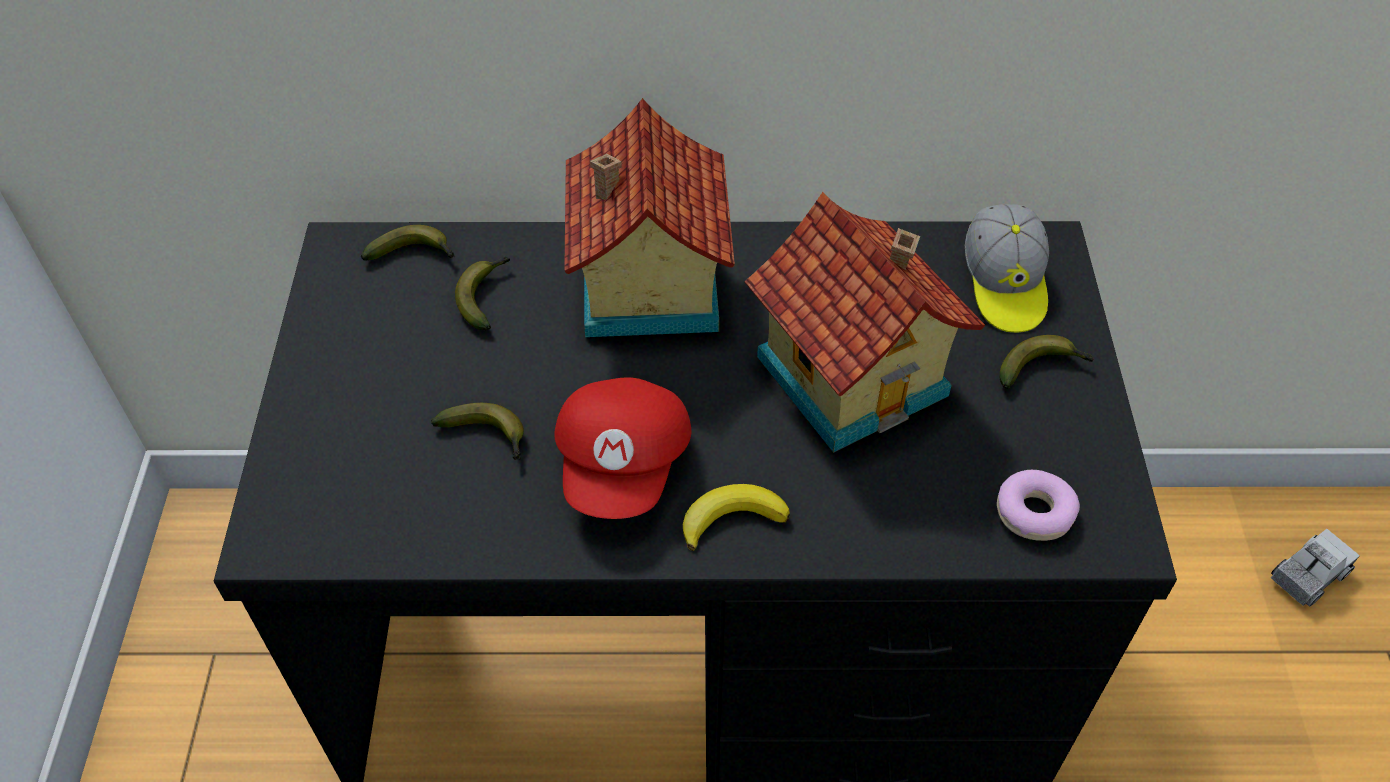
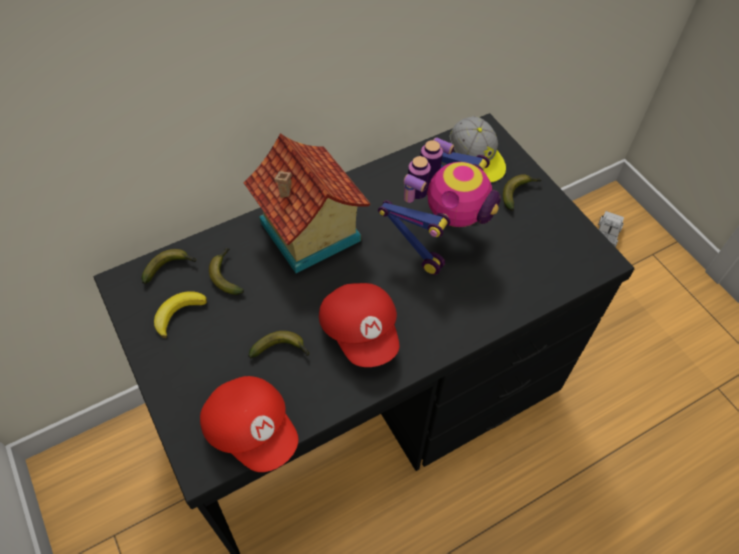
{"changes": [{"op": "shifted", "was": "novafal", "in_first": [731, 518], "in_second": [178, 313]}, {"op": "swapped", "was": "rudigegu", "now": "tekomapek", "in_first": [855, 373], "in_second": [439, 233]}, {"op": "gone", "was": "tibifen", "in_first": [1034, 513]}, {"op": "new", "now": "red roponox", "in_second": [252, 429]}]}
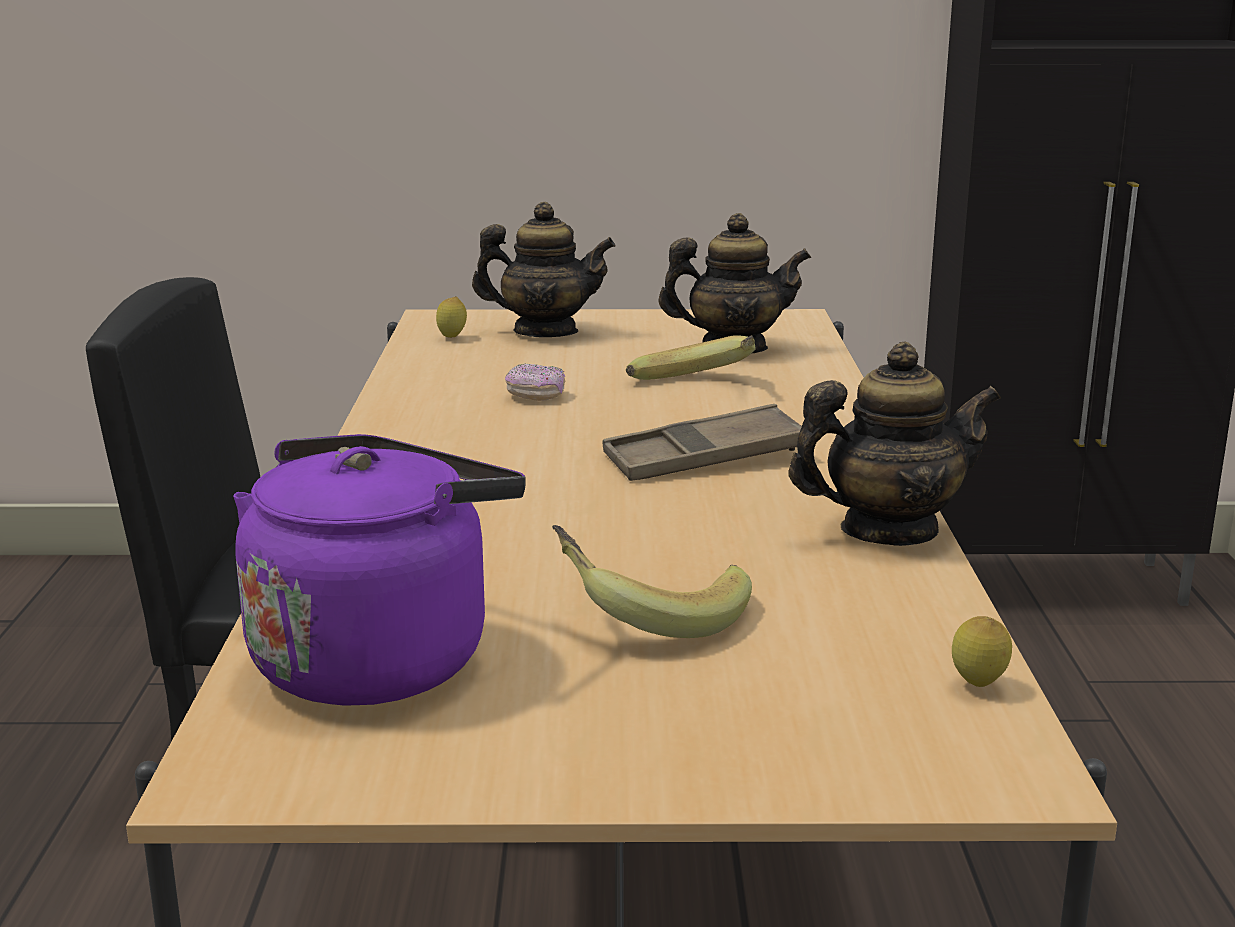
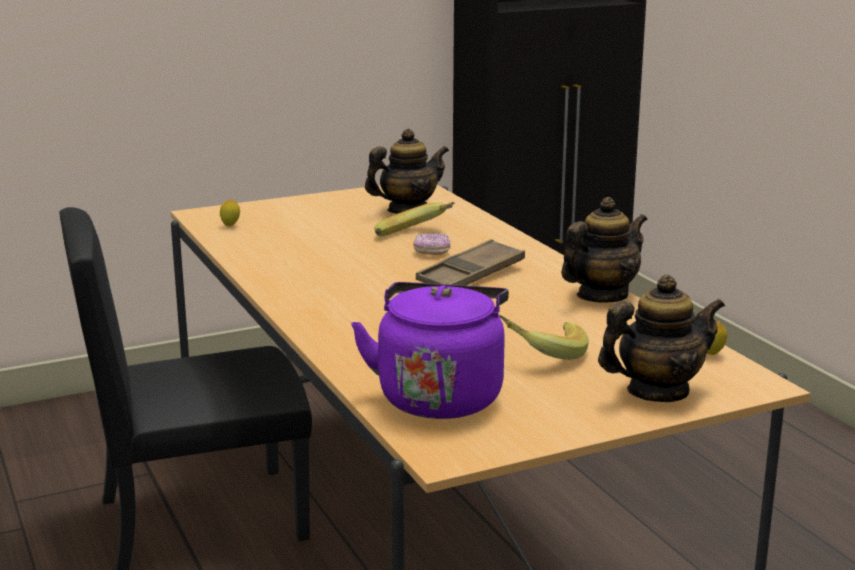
{"changes": [{"op": "shifted", "was": "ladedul", "in_first": [545, 332], "in_second": [657, 391]}, {"op": "shifted", "was": "tibifen", "in_first": [535, 396], "in_second": [431, 252]}]}
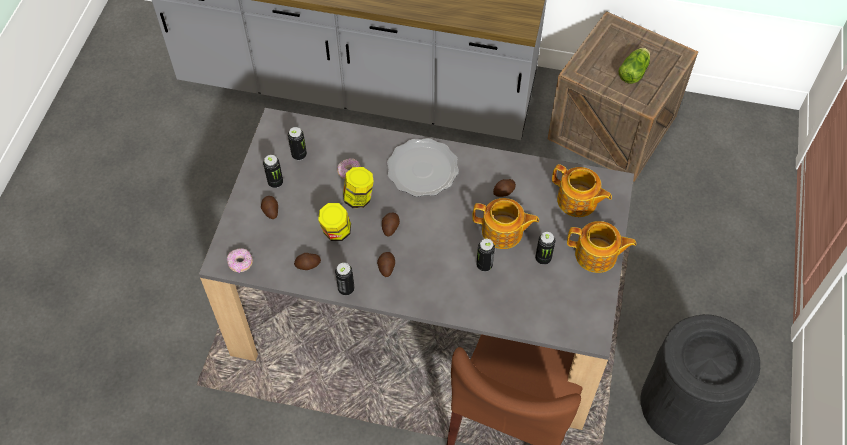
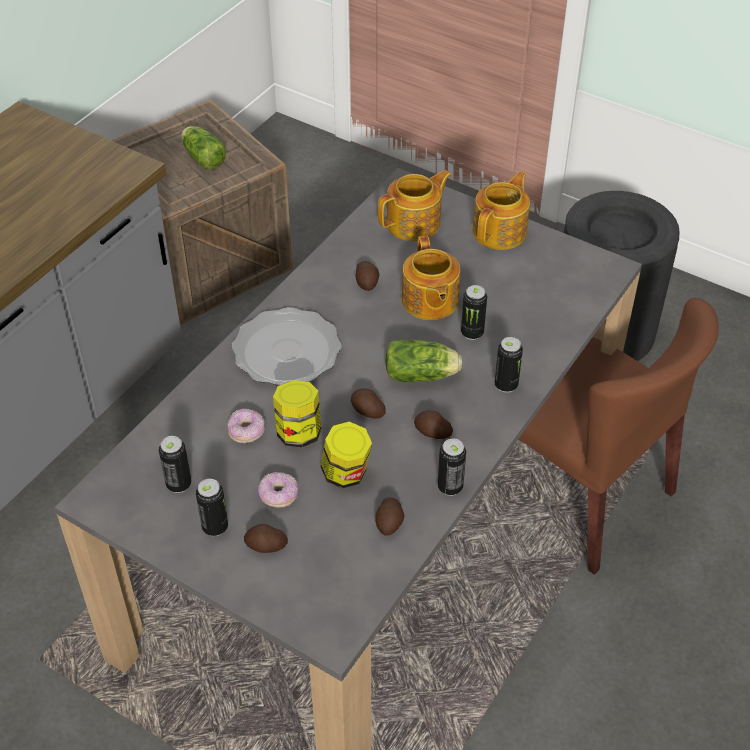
{"changes": [{"op": "shifted", "was": "tibifen", "in_first": [240, 263], "in_second": [278, 495]}, {"op": "rotated", "was": "ladedul", "in_first": [503, 232], "in_second": [429, 301], "clockwise": 135}, {"op": "shifted", "was": "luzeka", "in_first": [543, 258], "in_second": [506, 385]}, {"op": "new", "now": "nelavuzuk", "in_second": [423, 375]}]}
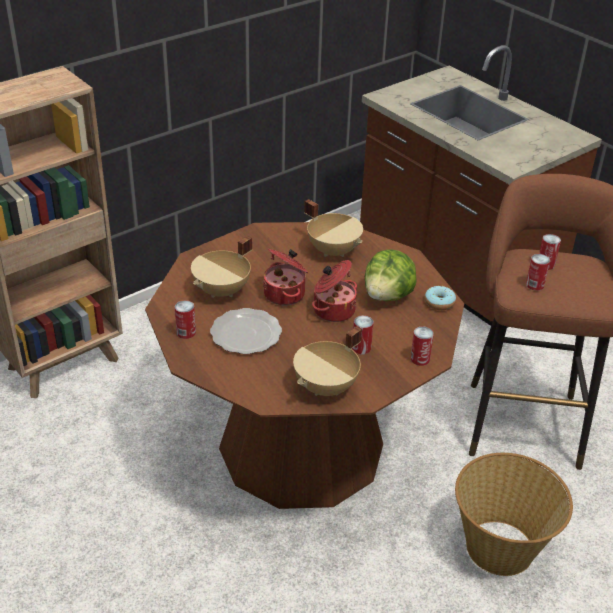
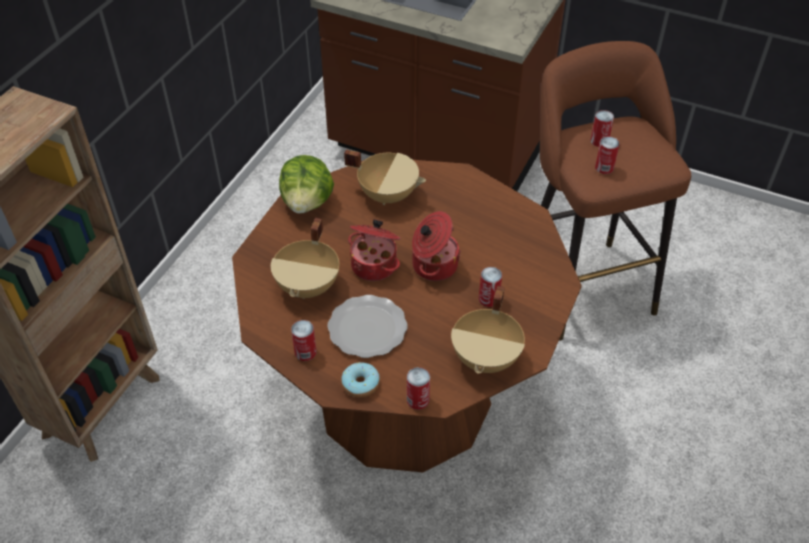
{"changes": [{"op": "shifted", "was": "nelavuzuk", "in_first": [388, 296], "in_second": [307, 203]}, {"op": "shifted", "was": "luzeka", "in_first": [420, 359], "in_second": [418, 400]}, {"op": "shifted", "was": "tibifen", "in_first": [439, 303], "in_second": [360, 384]}, {"op": "gone", "was": "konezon", "in_first": [500, 547]}]}
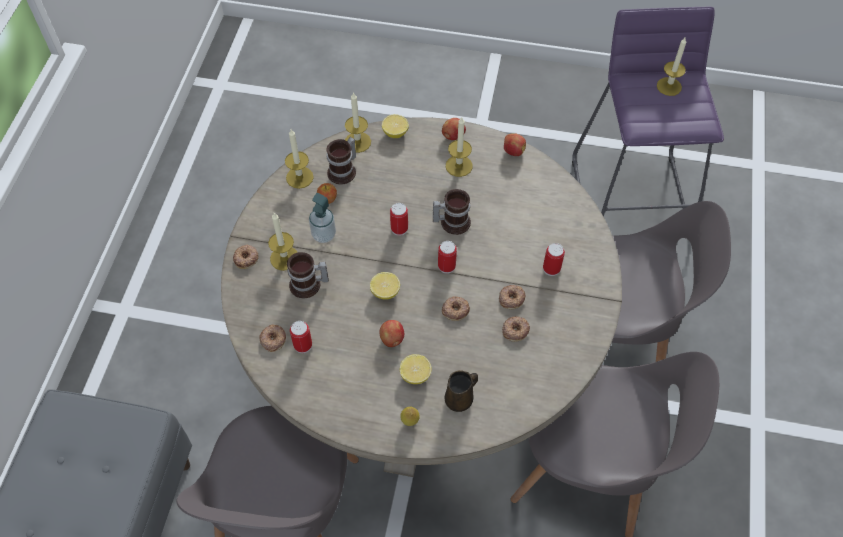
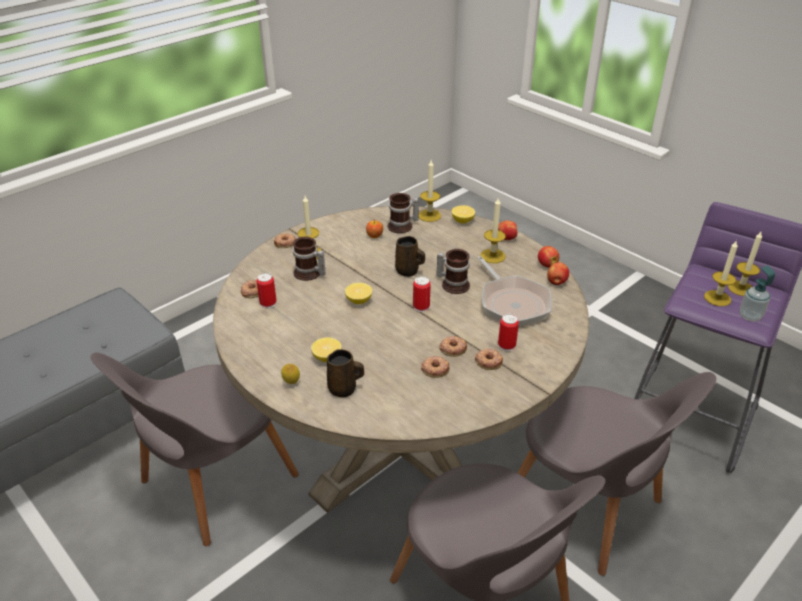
{"changes": [{"op": "shifted", "was": "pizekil", "in_first": [299, 177], "in_second": [717, 298]}, {"op": "shifted", "was": "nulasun", "in_first": [324, 235], "in_second": [750, 316]}, {"op": "shifted", "was": "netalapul", "in_first": [392, 339], "in_second": [556, 282]}, {"op": "swapped", "was": "luzeka", "now": "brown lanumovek", "in_first": [399, 228], "in_second": [408, 271]}, {"op": "shifted", "was": "tibifen", "in_first": [455, 310], "in_second": [488, 361]}, {"op": "new", "now": "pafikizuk", "in_second": [512, 302]}]}
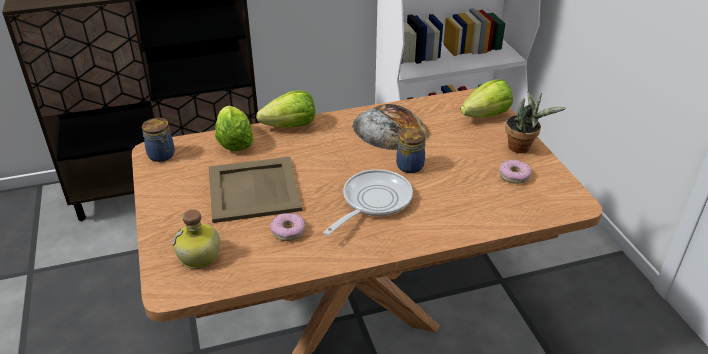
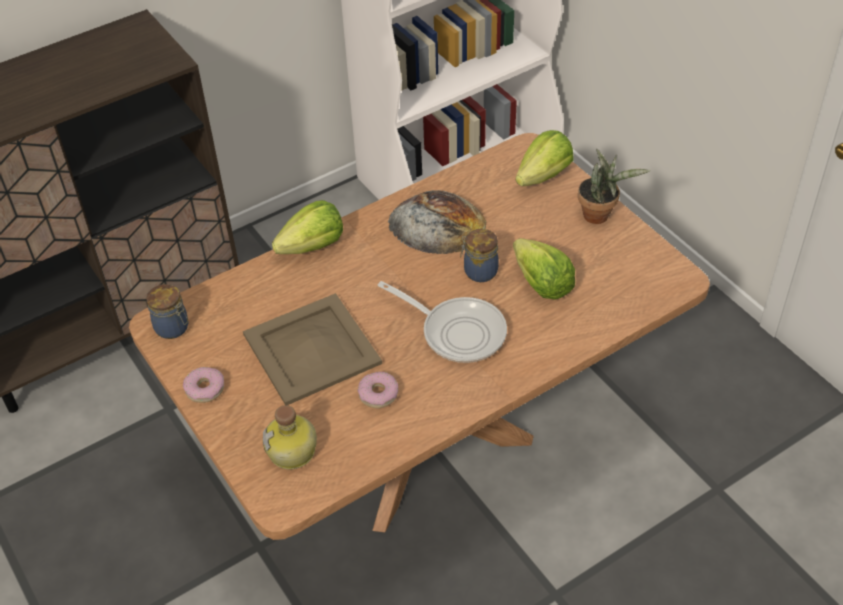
{"changes": [{"op": "shifted", "was": "nelavuzuk", "in_first": [234, 142], "in_second": [541, 284]}, {"op": "rotated", "was": "pafikizuk", "in_first": [373, 202], "in_second": [457, 331], "clockwise": 105}, {"op": "shifted", "was": "tibifen", "in_first": [514, 175], "in_second": [205, 389]}]}
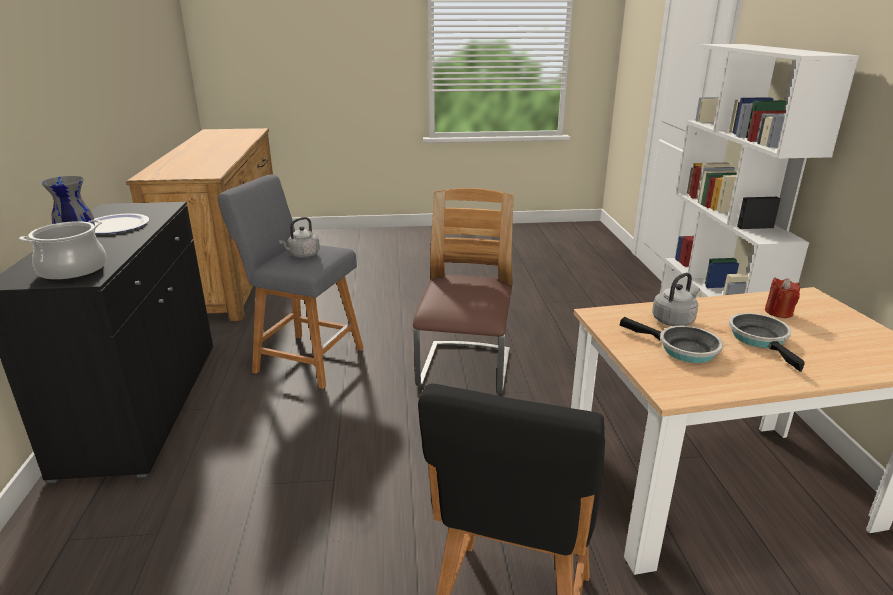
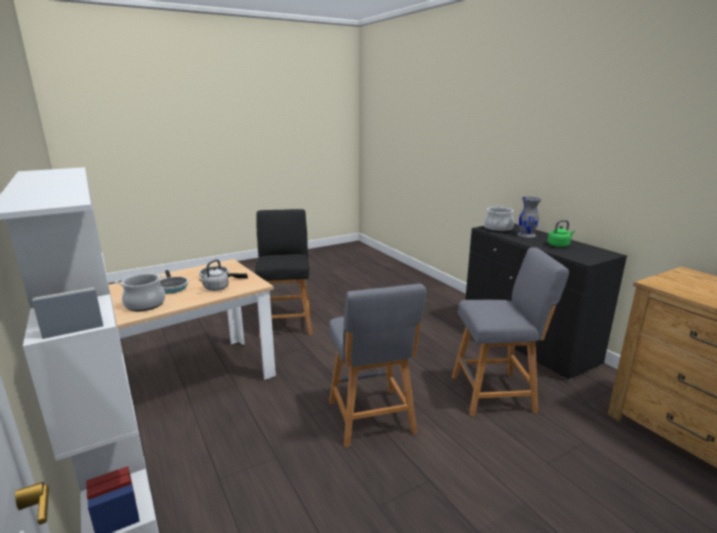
{"changes": [{"op": "swapped", "was": "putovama", "now": "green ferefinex", "in_first": [115, 226], "in_second": [559, 245]}, {"op": "gone", "was": "grey ferefinex", "in_first": [302, 255]}, {"op": "swapped", "was": "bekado", "now": "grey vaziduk", "in_first": [465, 370], "in_second": [372, 420]}, {"op": "swapped", "was": "red pizekil", "now": "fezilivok", "in_first": [778, 312], "in_second": [145, 304]}]}
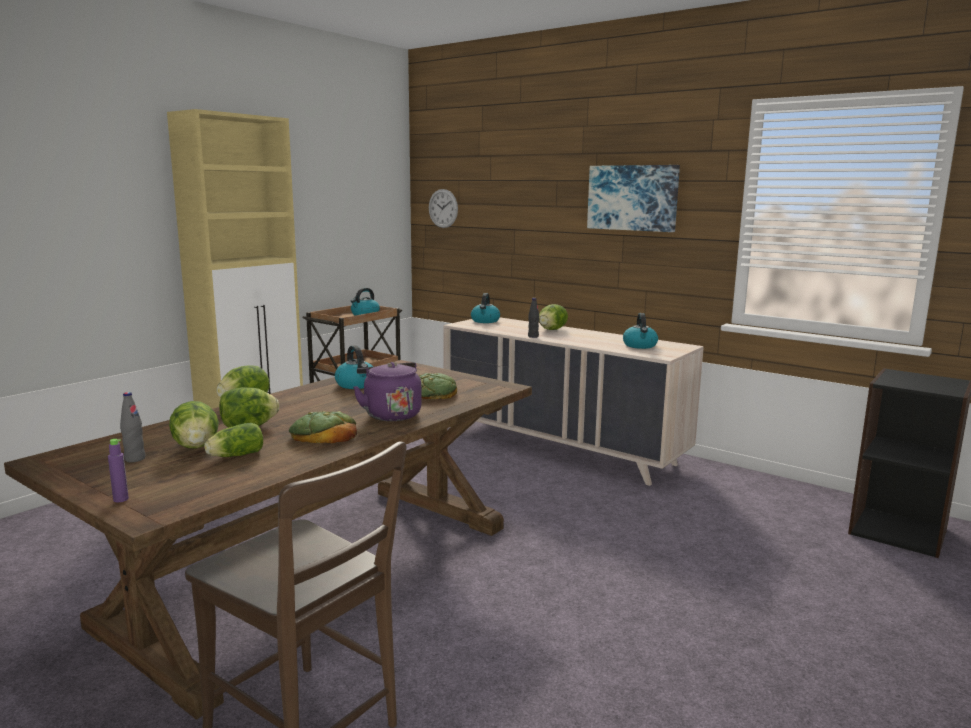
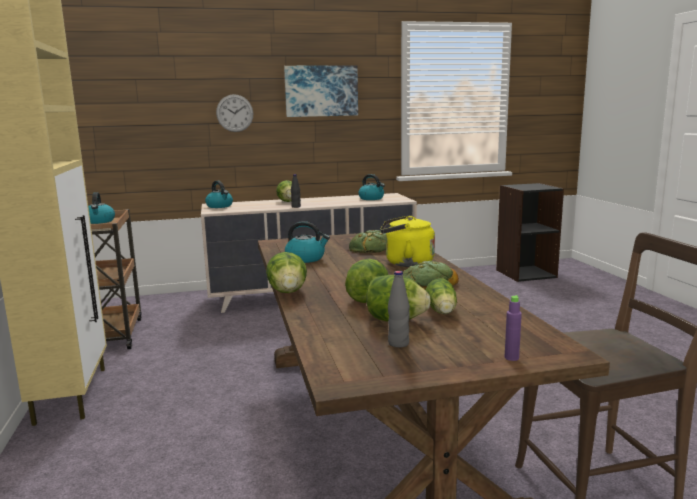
{"changes": [{"op": "repainted", "was": "purple ferefinex", "now": "yellow ferefinex", "in_first": [390, 414], "in_second": [406, 263]}, {"op": "shifted", "was": "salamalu", "in_first": [443, 208], "in_second": [234, 113]}]}
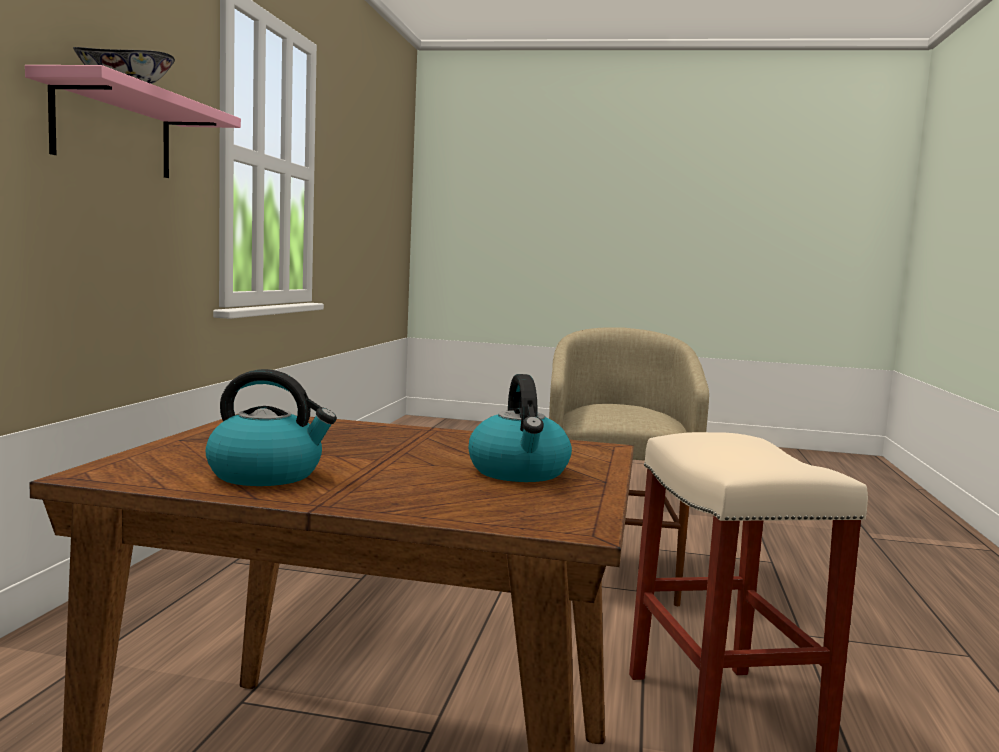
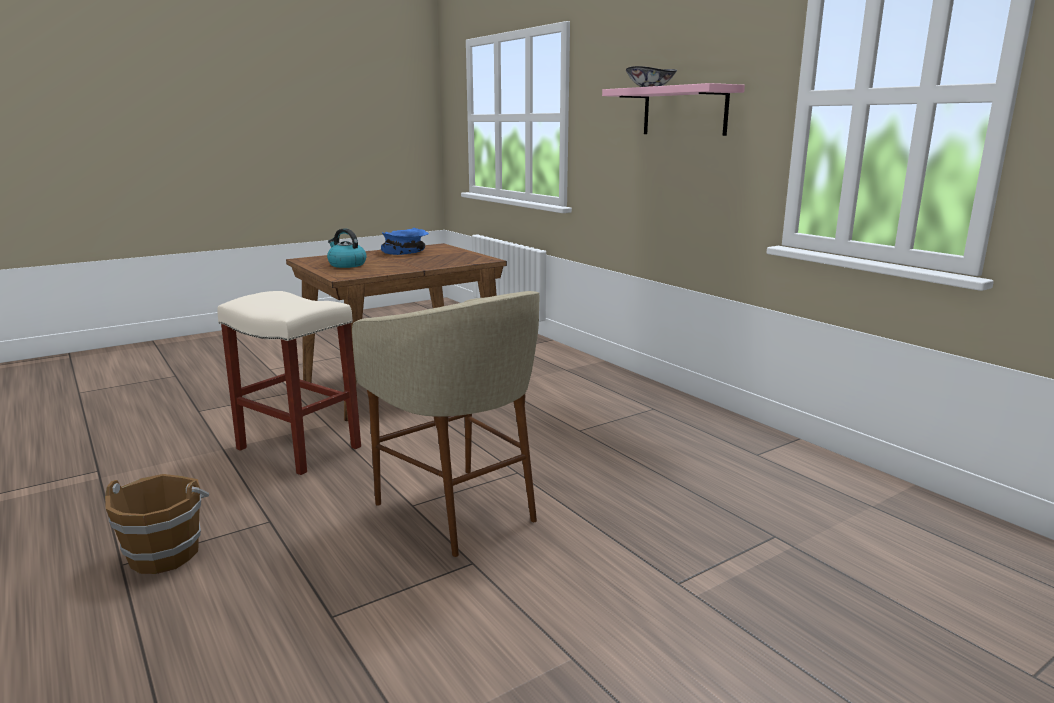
{"changes": [{"op": "swapped", "was": "ferefinex", "now": "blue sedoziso", "in_first": [267, 474], "in_second": [405, 252]}, {"op": "new", "now": "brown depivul", "in_second": [165, 554]}]}
